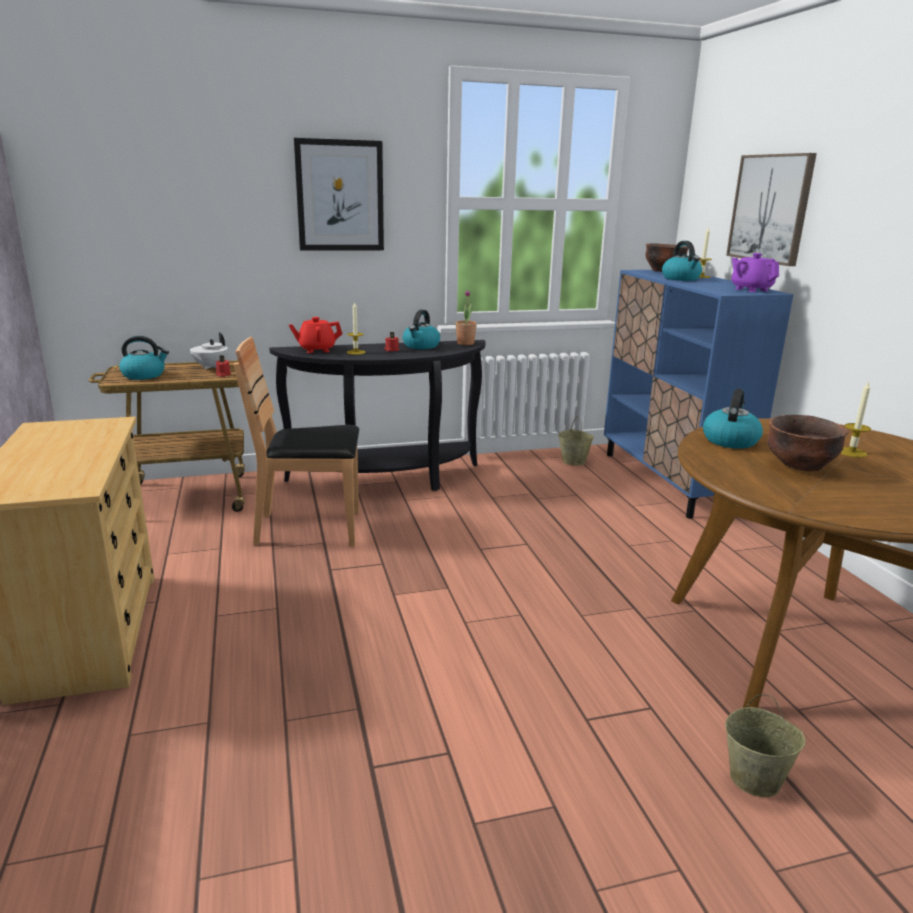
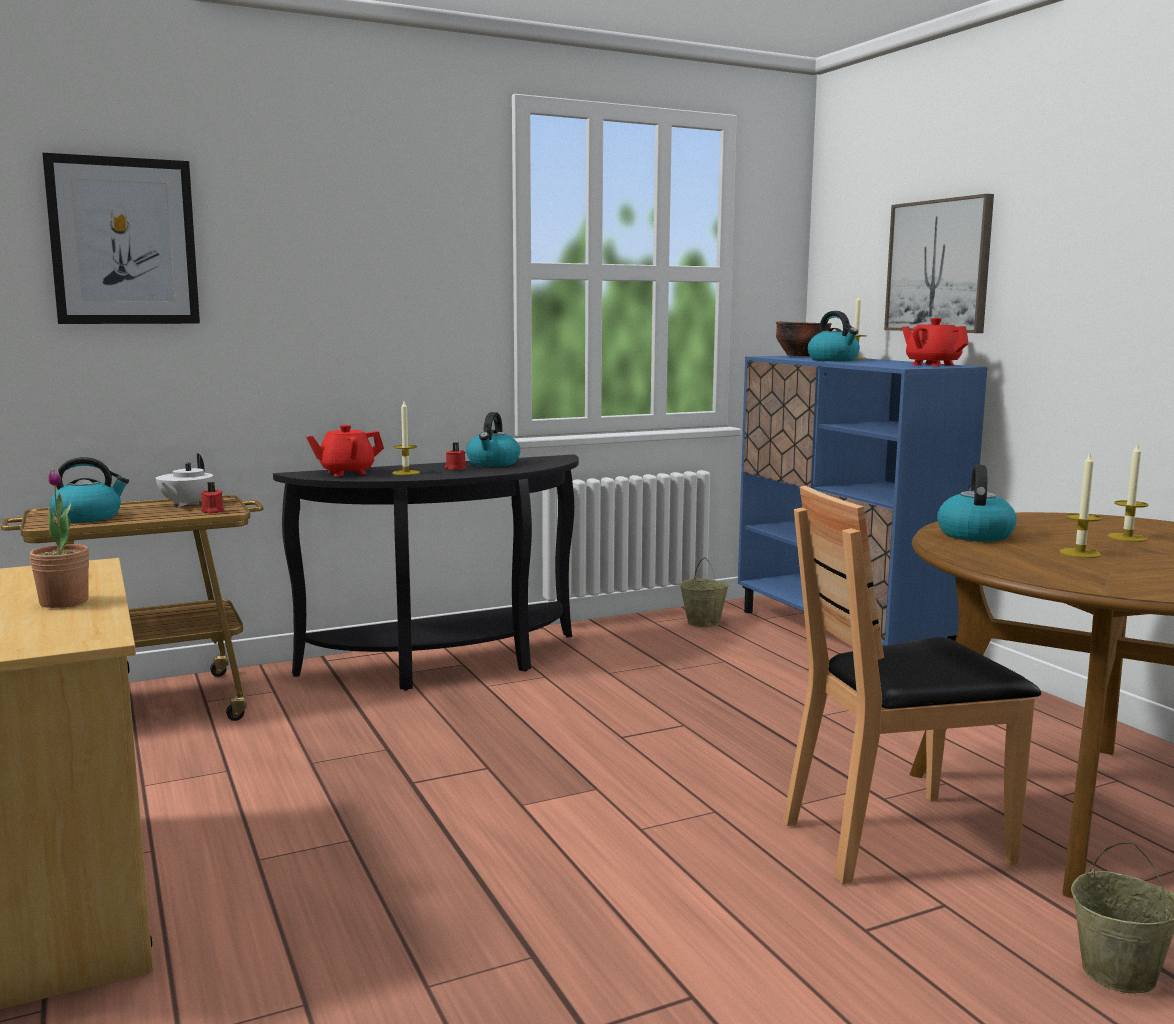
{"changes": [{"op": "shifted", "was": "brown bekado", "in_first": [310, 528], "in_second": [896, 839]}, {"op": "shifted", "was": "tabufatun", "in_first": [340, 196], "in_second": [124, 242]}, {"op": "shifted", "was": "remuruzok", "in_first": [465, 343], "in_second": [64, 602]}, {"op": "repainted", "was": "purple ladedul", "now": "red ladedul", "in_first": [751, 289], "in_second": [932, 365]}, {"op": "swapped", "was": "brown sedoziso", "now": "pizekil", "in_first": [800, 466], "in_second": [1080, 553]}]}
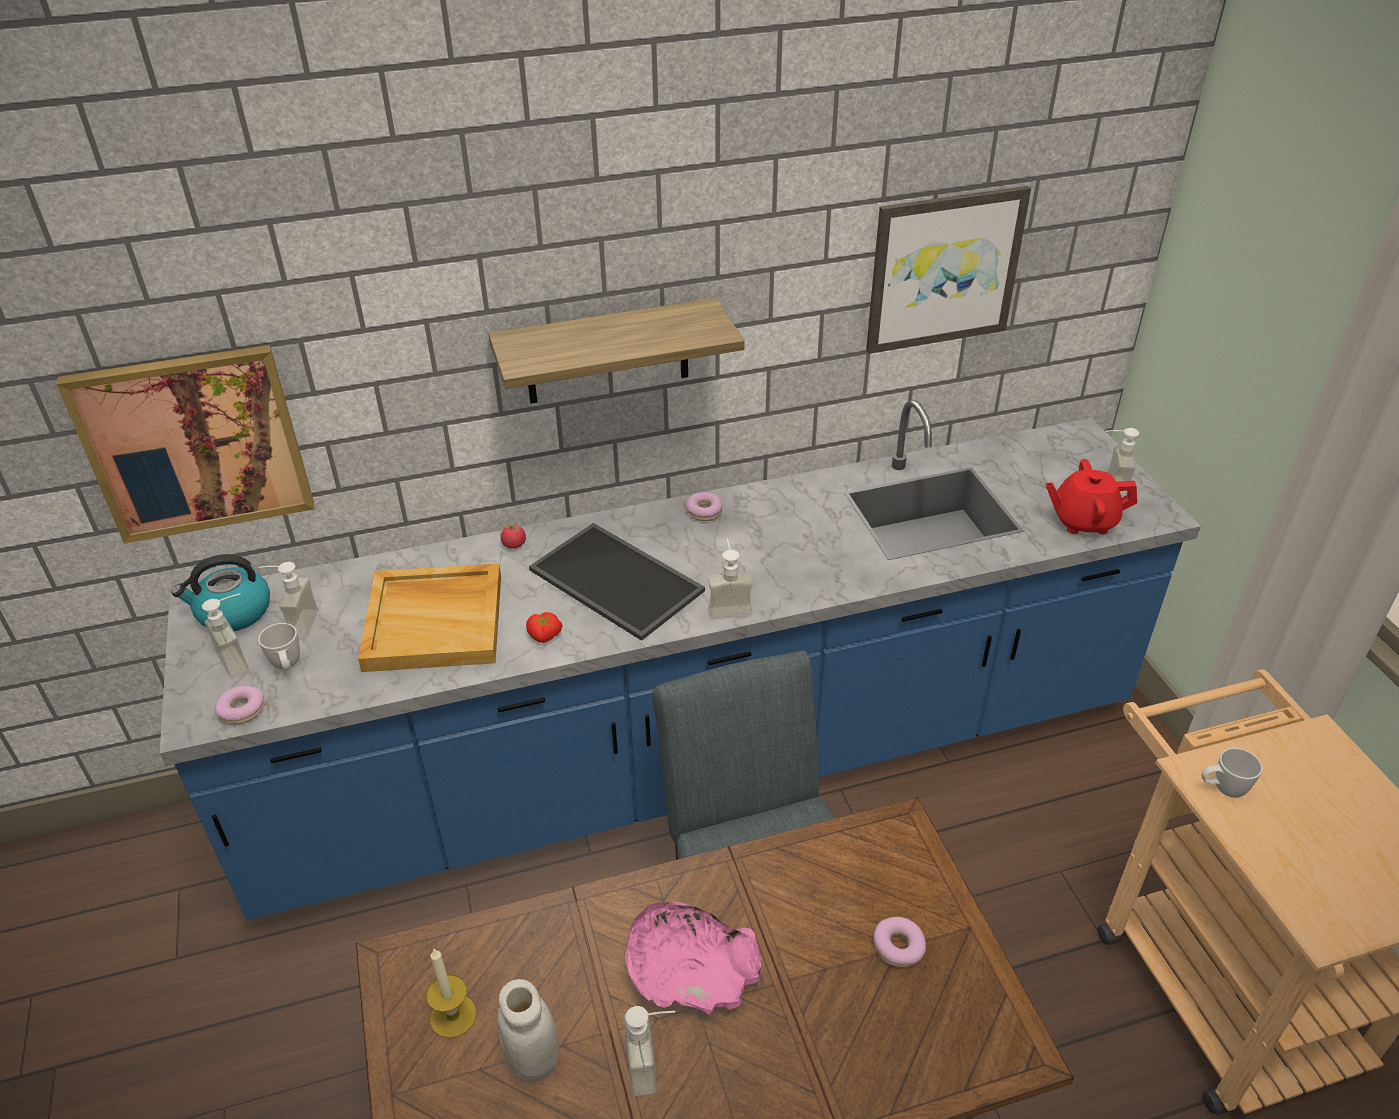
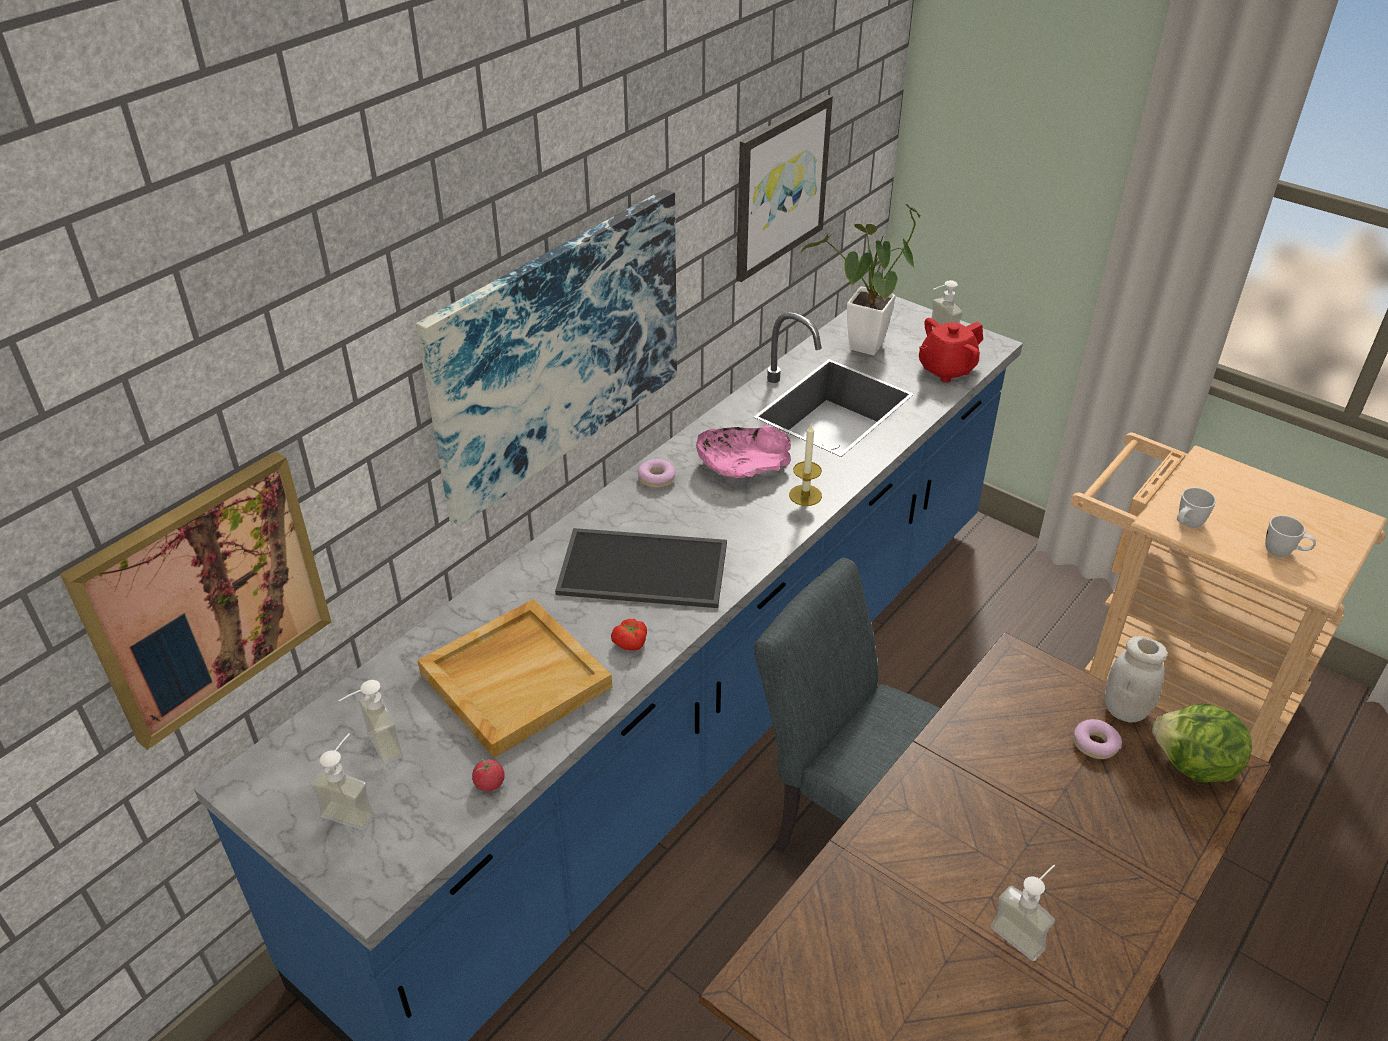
{"changes": [{"op": "gone", "was": "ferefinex", "in_first": [233, 613]}, {"op": "gone", "was": "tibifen", "in_first": [242, 710]}, {"op": "shifted", "was": "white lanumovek", "in_first": [287, 666], "in_second": [1283, 553]}, {"op": "shifted", "was": "pizekil", "in_first": [453, 1016], "in_second": [805, 495]}, {"op": "swapped", "was": "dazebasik", "now": "tabufatun", "in_first": [607, 352], "in_second": [558, 350]}, {"op": "shifted", "was": "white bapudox", "in_first": [532, 1060], "in_second": [1125, 710]}, {"op": "shifted", "was": "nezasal", "in_first": [514, 545], "in_second": [489, 783]}, {"op": "shifted", "was": "pink sedoziso", "in_first": [690, 970], "in_second": [743, 464]}, {"op": "gone", "was": "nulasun", "in_first": [728, 606]}, {"op": "new", "now": "remuruzok", "in_second": [862, 350]}, {"op": "new", "now": "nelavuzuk", "in_second": [1194, 767]}]}
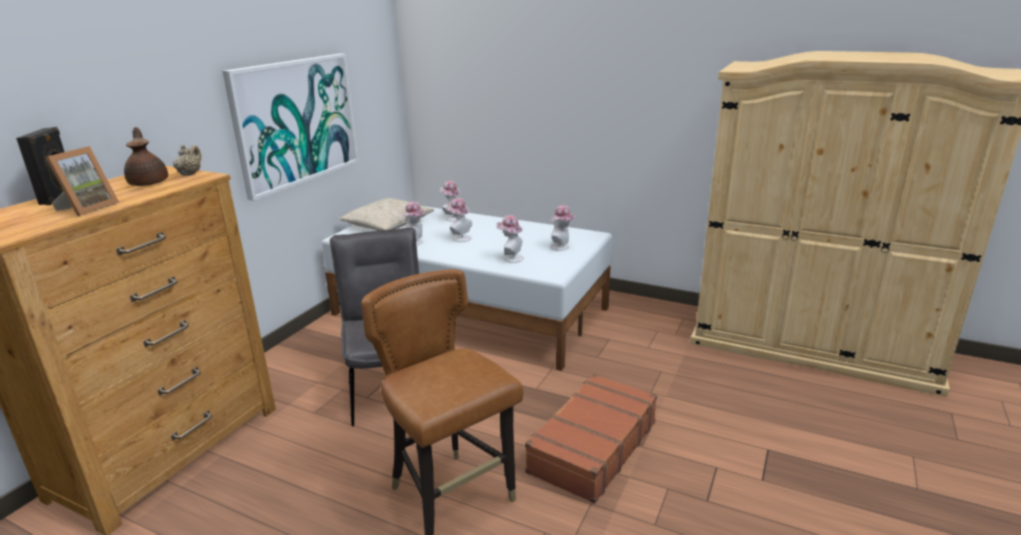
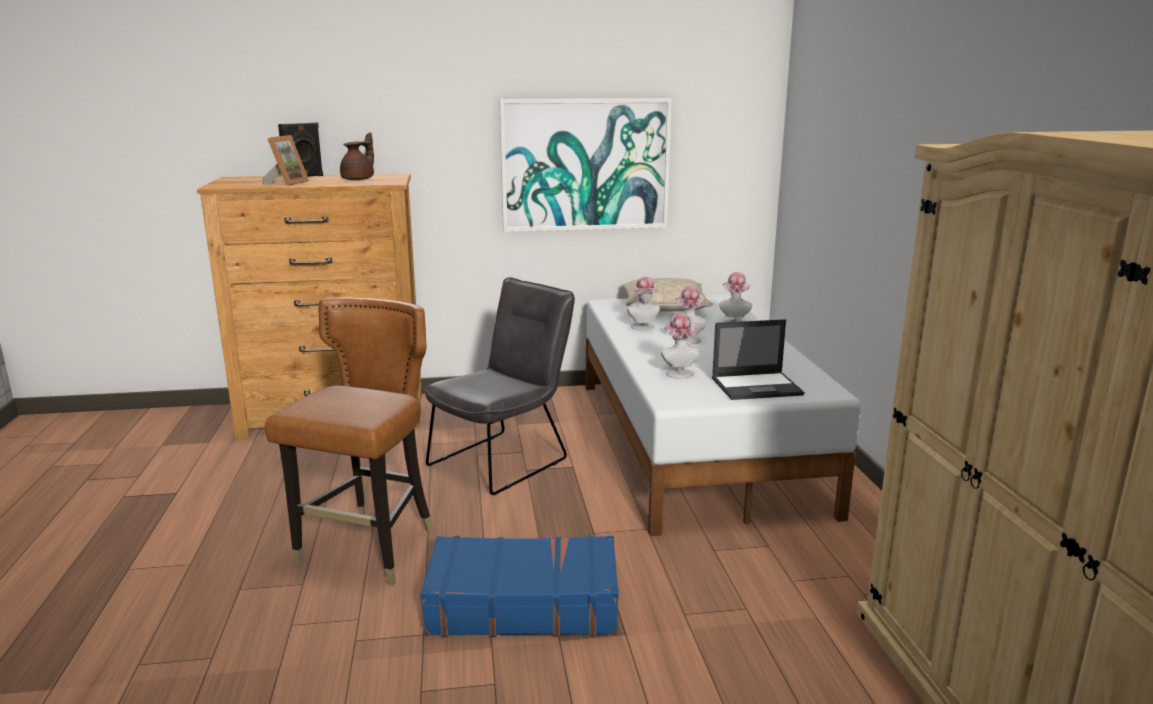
{"changes": [{"op": "rotated", "was": "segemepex", "in_first": [87, 208], "in_second": [287, 183], "clockwise": -60}, {"op": "gone", "was": "beige ladedul", "in_first": [190, 174]}, {"op": "repainted", "was": "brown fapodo", "now": "blue fapodo", "in_first": [592, 447], "in_second": [522, 604]}, {"op": "swapped", "was": "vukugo", "now": "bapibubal", "in_first": [562, 247], "in_second": [757, 386]}]}
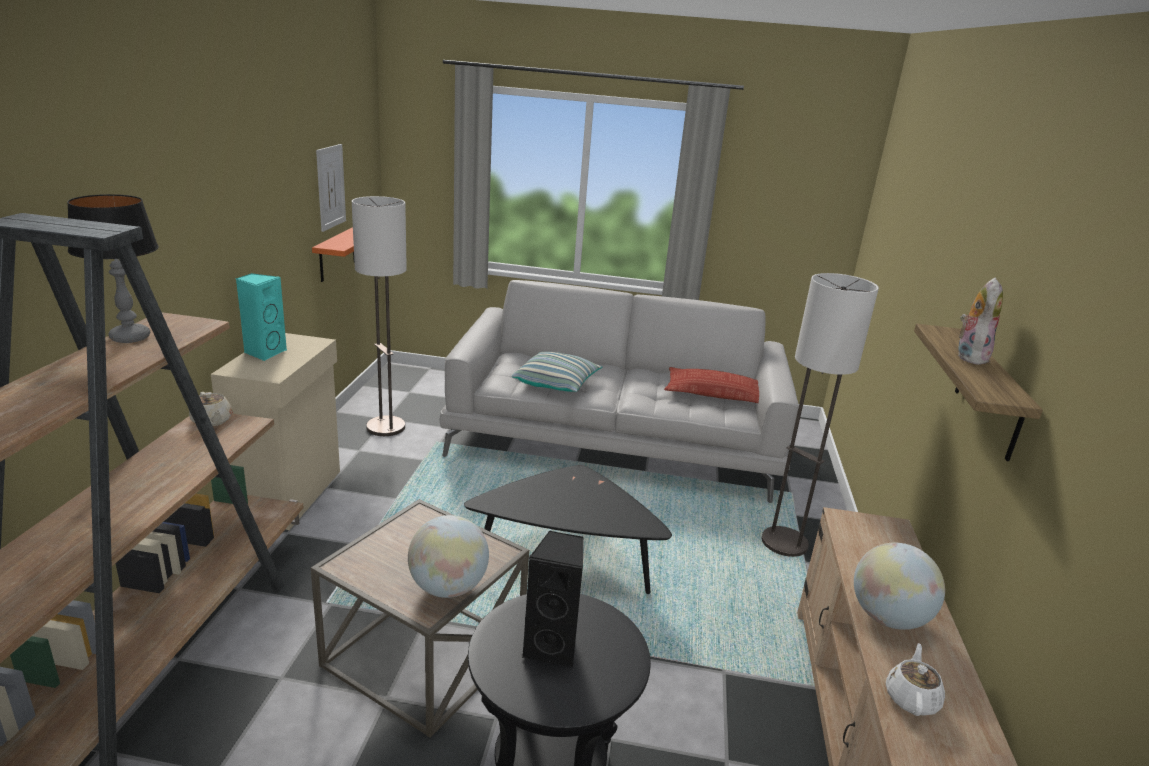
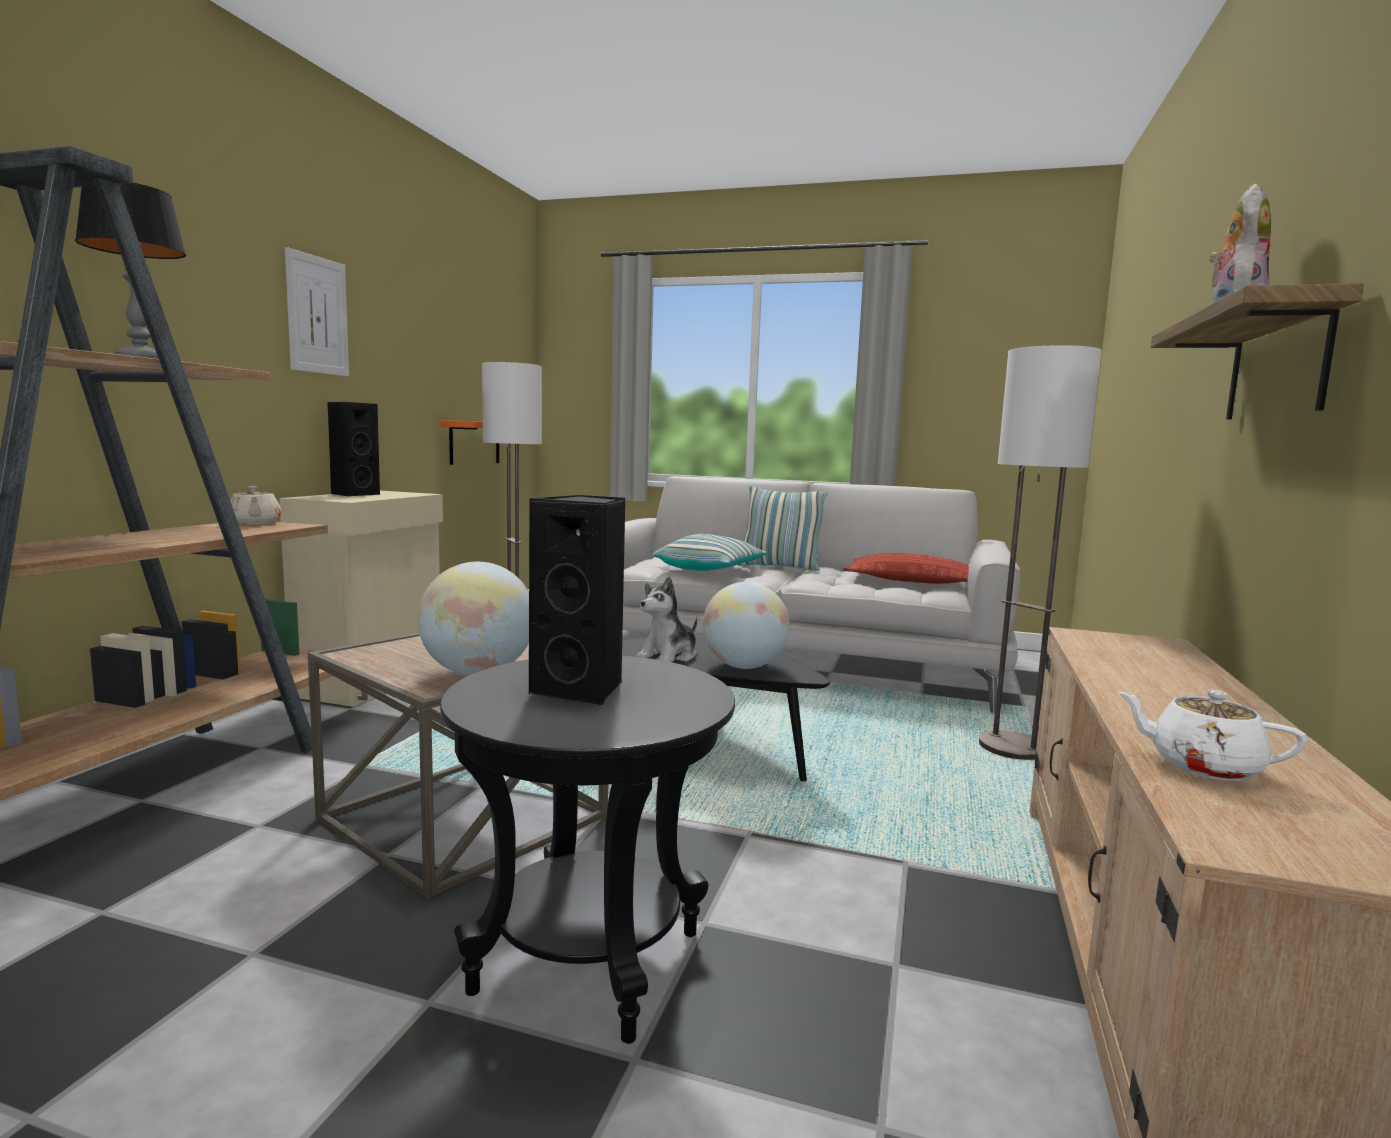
{"changes": [{"op": "repainted", "was": "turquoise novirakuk", "now": "black novirakuk", "in_first": [264, 352], "in_second": [353, 494]}, {"op": "shifted", "was": "tabufatun", "in_first": [331, 187], "in_second": [317, 315]}, {"op": "shifted", "was": "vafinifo", "in_first": [888, 618], "in_second": [744, 667]}, {"op": "rotated", "was": "white ladedul", "in_first": [911, 698], "in_second": [1202, 766], "clockwise": -90}, {"op": "new", "now": "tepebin", "in_second": [669, 656]}, {"op": "new", "now": "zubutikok", "in_second": [779, 567]}]}
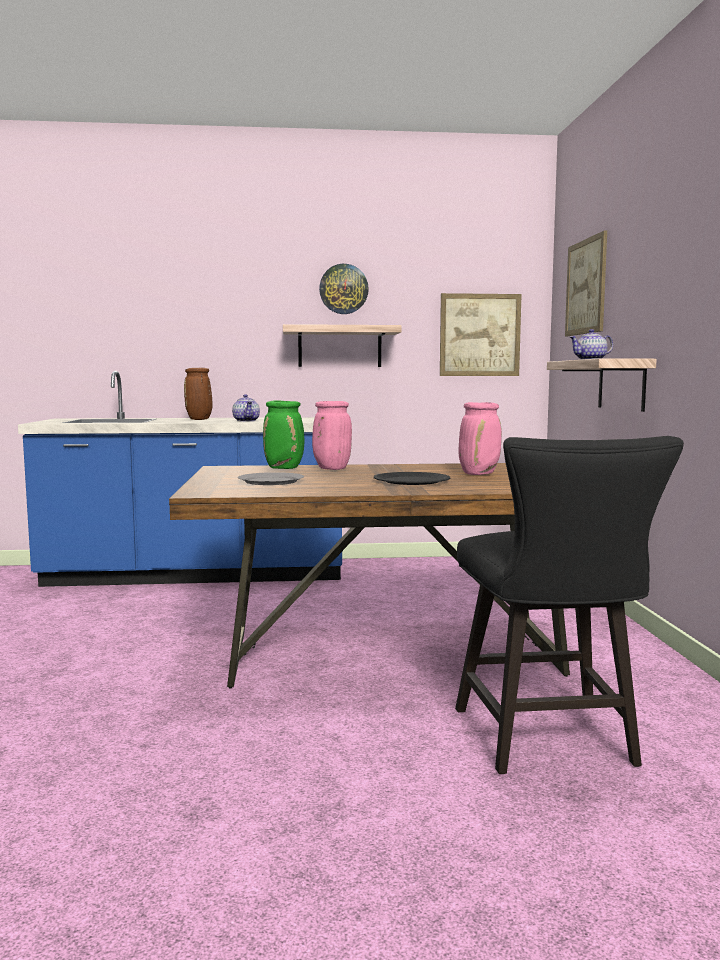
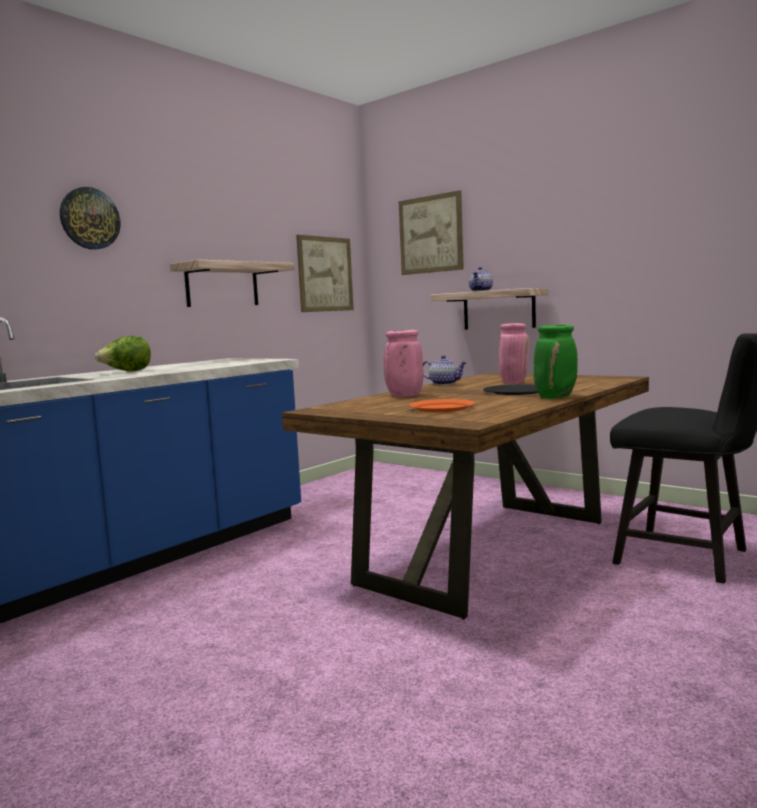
{"changes": [{"op": "swapped", "was": "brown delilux", "now": "nelavuzuk", "in_first": [199, 419], "in_second": [126, 372]}, {"op": "shifted", "was": "ladedul", "in_first": [247, 421], "in_second": [444, 384]}, {"op": "repainted", "was": "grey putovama", "now": "orange putovama", "in_first": [270, 481], "in_second": [442, 408]}, {"op": "shifted", "was": "green delilux", "in_first": [285, 468], "in_second": [555, 397]}, {"op": "shifted", "was": "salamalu", "in_first": [343, 289], "in_second": [89, 218]}]}
